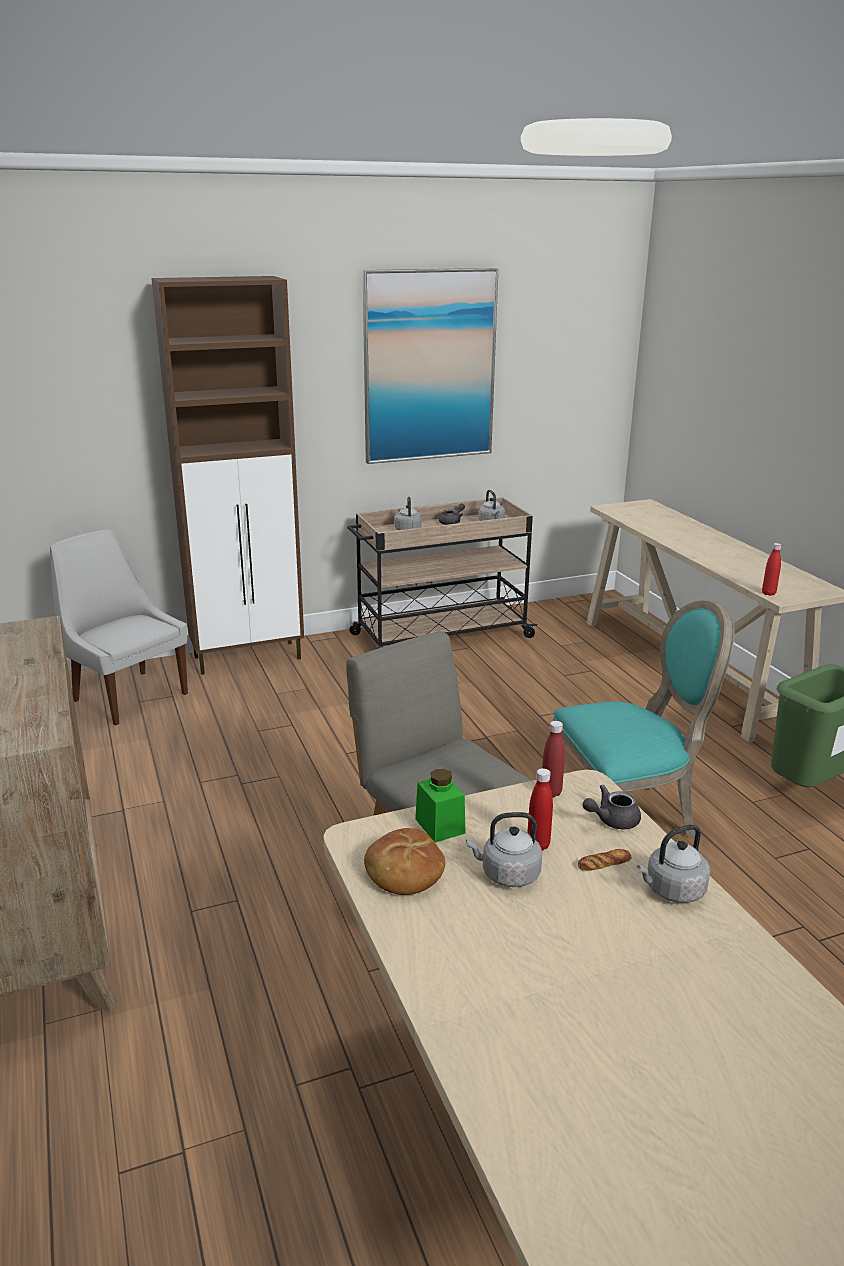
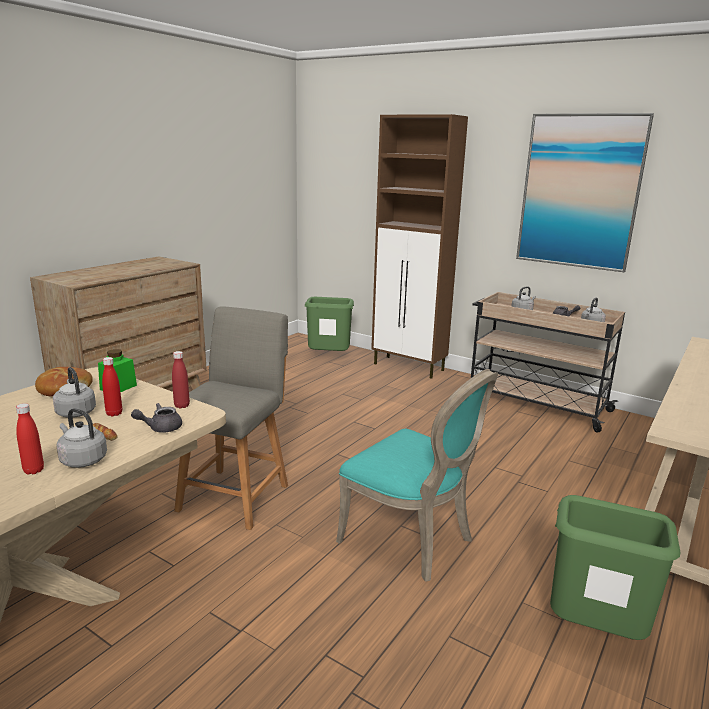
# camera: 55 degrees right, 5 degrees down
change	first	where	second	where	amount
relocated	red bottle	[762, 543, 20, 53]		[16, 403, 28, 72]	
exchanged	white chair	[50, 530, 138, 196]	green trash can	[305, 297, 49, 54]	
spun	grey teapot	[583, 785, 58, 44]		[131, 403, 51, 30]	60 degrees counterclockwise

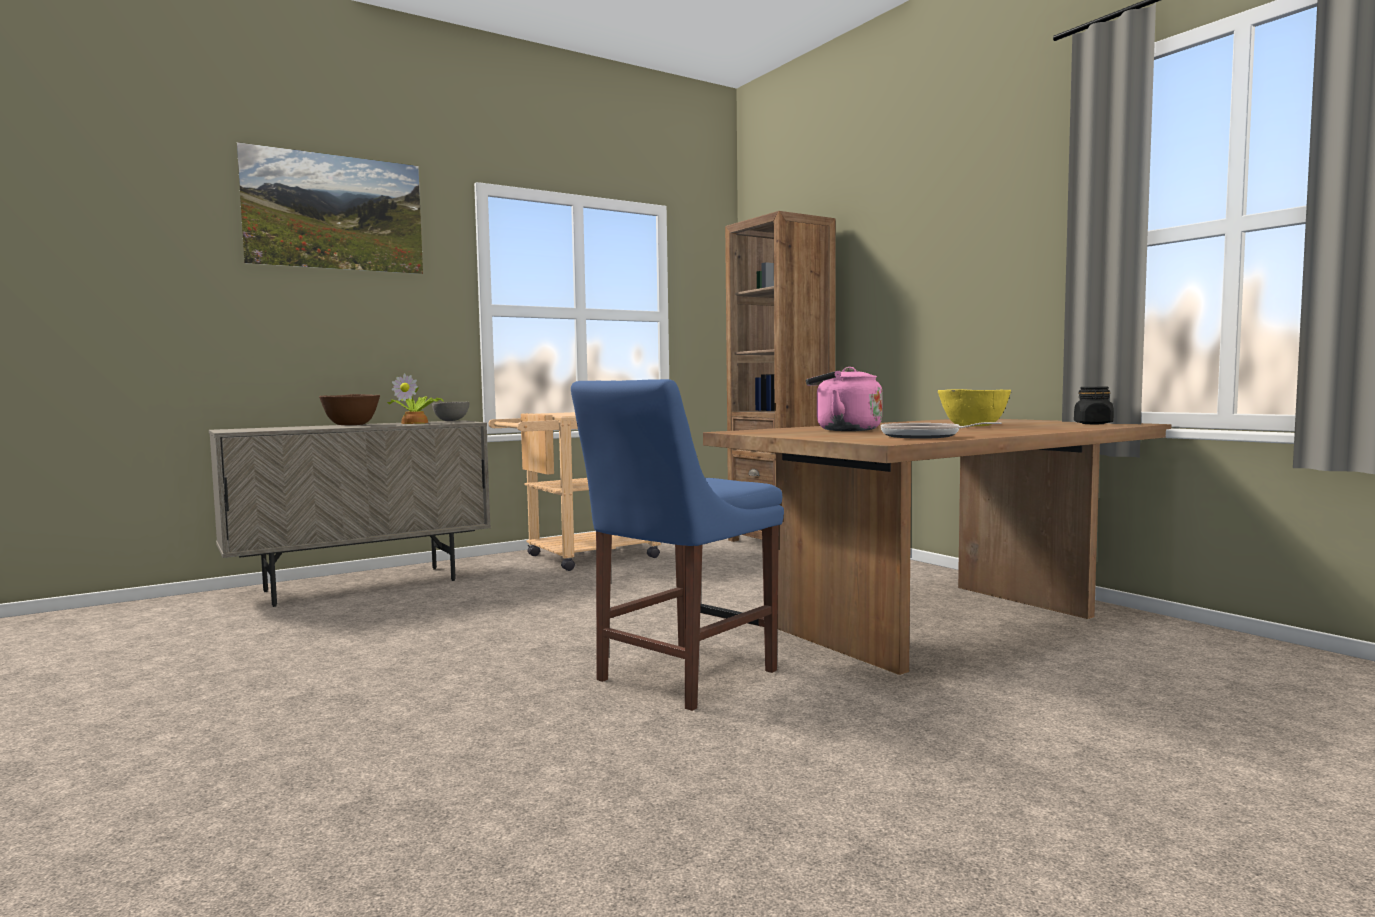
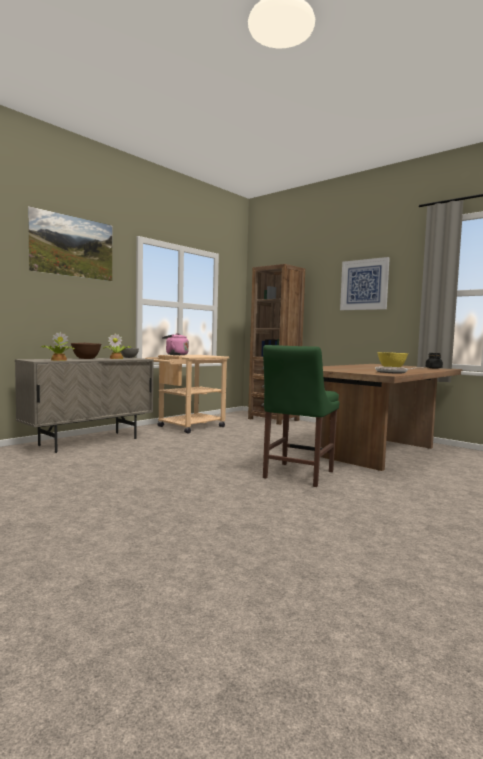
# camera: 15 degrees left, 0 degrees up
change	first	where	second	where	amount
appeared			potted plant	[40, 331, 34, 30]	
appeared			picture	[340, 257, 50, 53]	
relocated	pink kettle	[806, 367, 76, 64]		[162, 333, 27, 22]	
colour	blue chair	[571, 379, 213, 332]	green chair	[263, 345, 77, 142]	

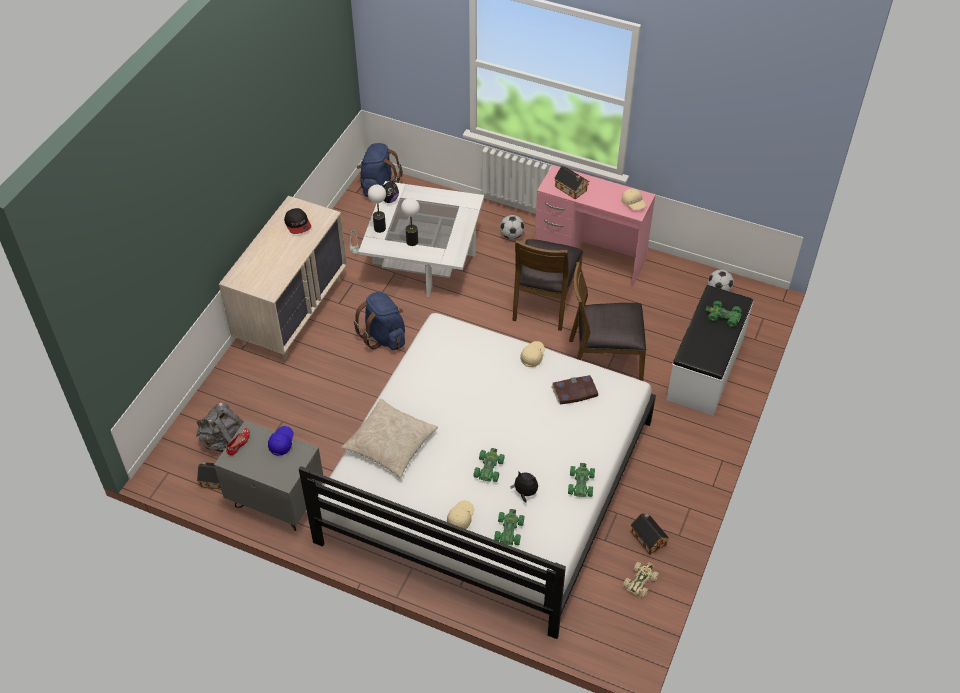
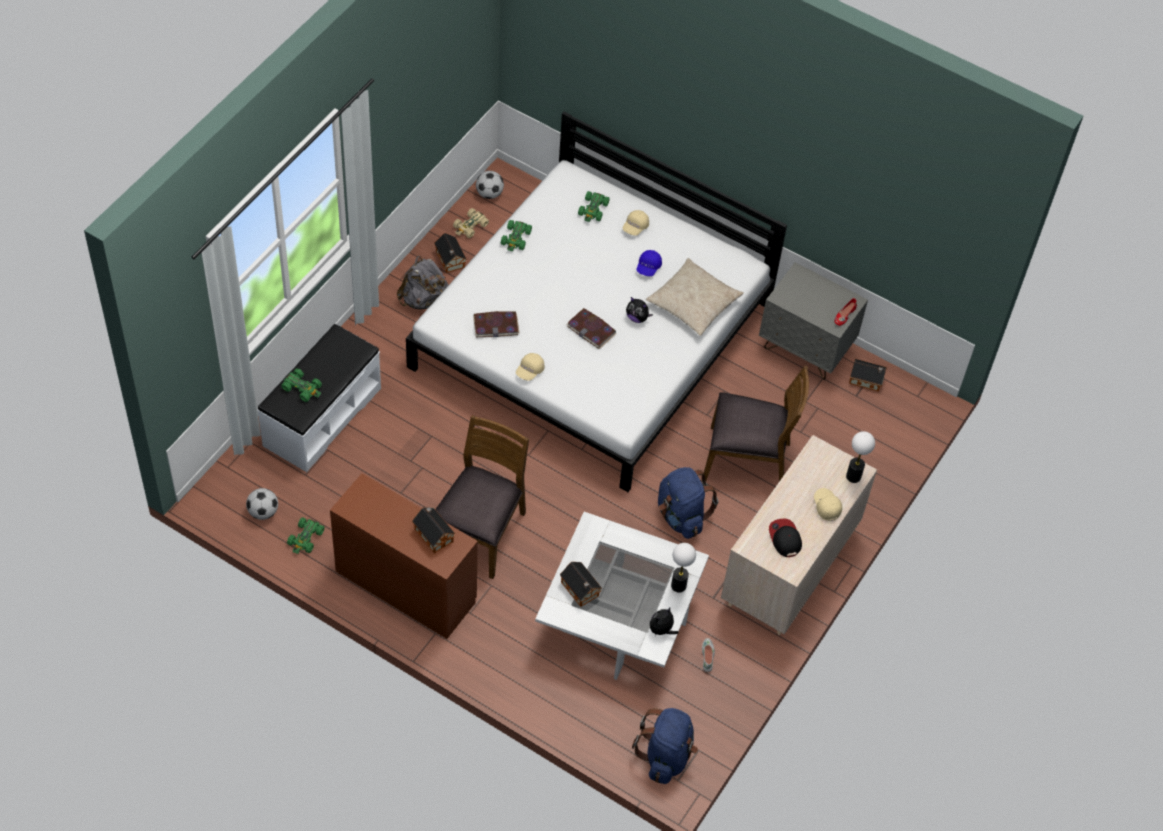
# camera: 175 degrees left, 5 degrees up
change	first	where	second	where	amount
appeared			toy house	[560, 562, 42, 45]	
appeared			book	[566, 308, 50, 41]	
relocated	grey backpack	[196, 403, 47, 49]		[397, 255, 52, 54]	
relocated	blue cap	[268, 426, 26, 30]		[637, 250, 25, 26]	
relocated	table lamp	[401, 198, 19, 48]		[846, 431, 29, 52]	
relocated	green toy car	[474, 448, 31, 34]		[287, 517, 37, 37]	
relocated	football	[500, 215, 24, 25]		[476, 171, 28, 28]	
relocated	plush toy	[510, 472, 28, 31]		[626, 297, 27, 26]	
relocated	brown chair	[569, 262, 77, 119]		[703, 366, 106, 115]	
relocated	beige cap	[621, 188, 25, 22]		[814, 488, 28, 33]	
colour	pink desk	[535, 165, 121, 122]	brown desk	[330, 473, 148, 166]	

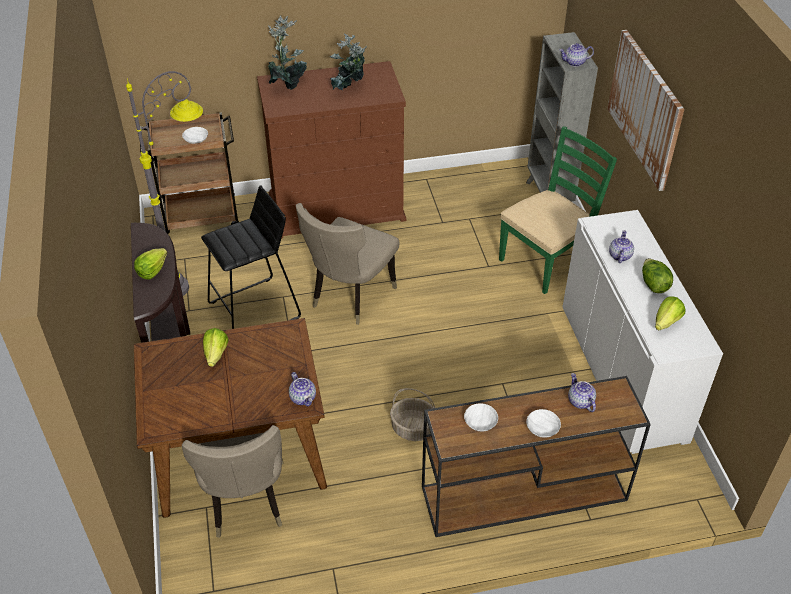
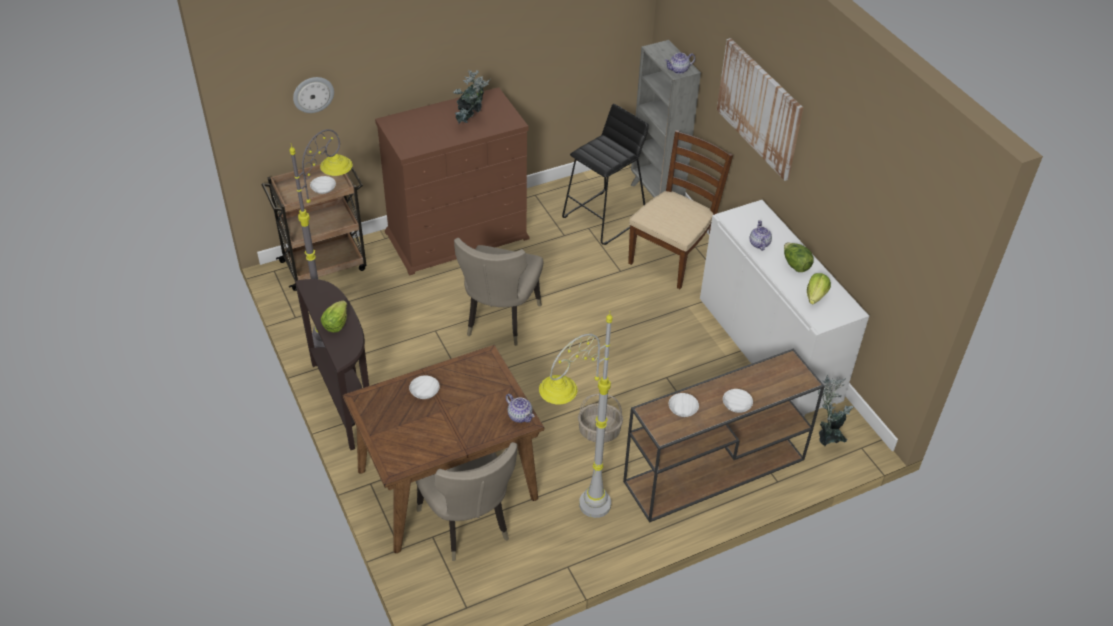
# camera: 15 degrees left, 0 degrees up
change	first	where	second	where	amount
missing	teapot	[568, 373, 28, 39]			
appeared			wall clock	[293, 77, 41, 36]	
appeared			grey floor lamp	[539, 311, 74, 207]	
relocated	black stool	[201, 185, 100, 144]		[562, 104, 87, 141]	
relocated	potted plant	[268, 15, 39, 75]		[817, 375, 37, 71]	
exchanged	lettuce	[203, 328, 25, 39]	white bowl	[409, 376, 31, 23]	
colour	green chair	[499, 126, 118, 168]	brown chair	[628, 130, 105, 159]	

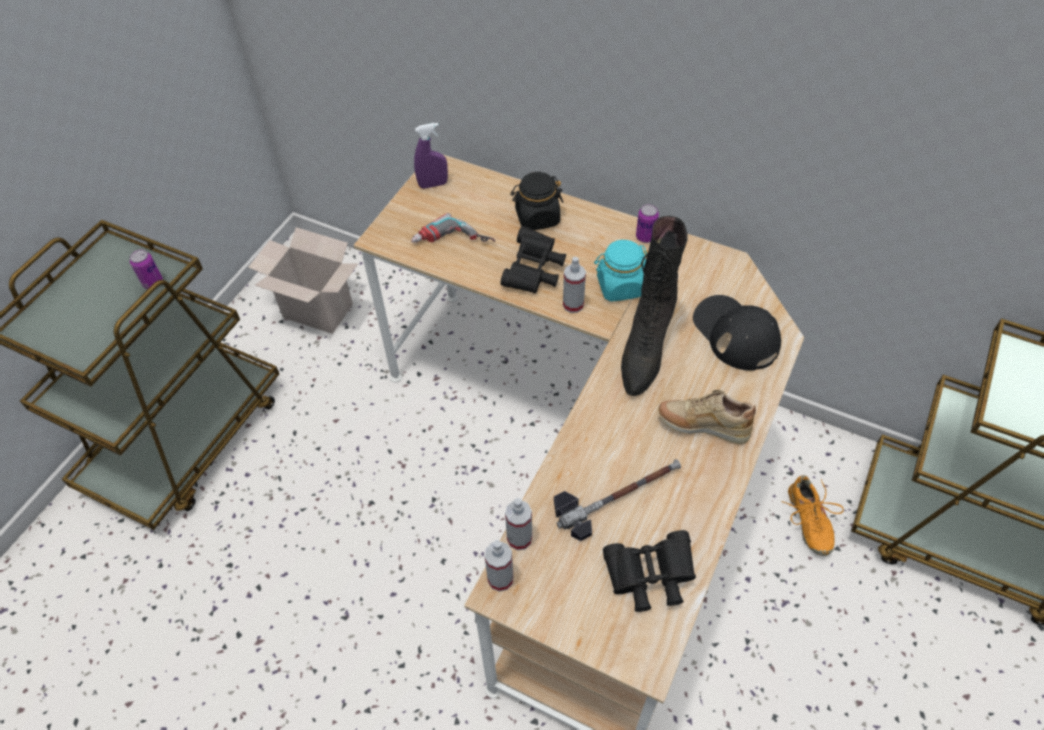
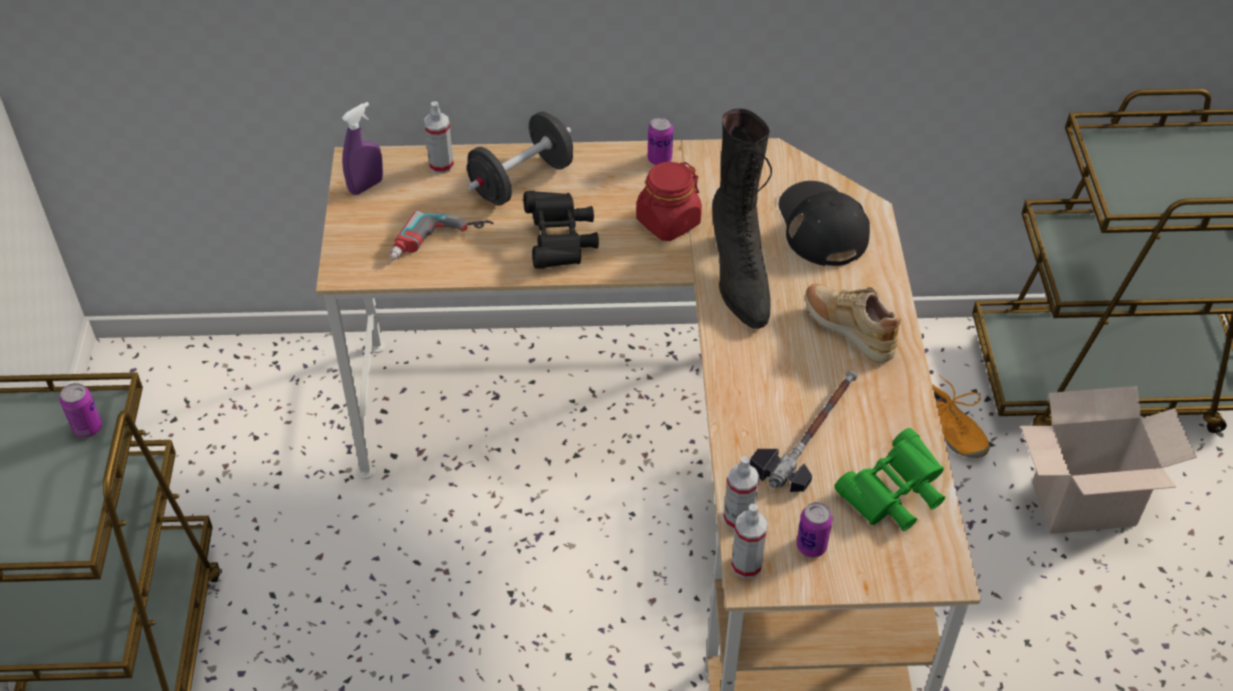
# camera: 30 degrees left, 5 degrees down
change	first	where	second	where	amount
appeared			can	[796, 502, 37, 55]	
relocated	cardboard box	[248, 227, 110, 107]		[1021, 386, 176, 148]	
relocated	spray bottle	[563, 257, 23, 56]		[424, 101, 30, 73]	
exchanged	black jar	[510, 172, 54, 58]	black dumbbell	[467, 111, 106, 94]	
colour	turquoise jar	[594, 240, 54, 62]	red jar	[636, 162, 66, 79]	
colour	black binoculars	[603, 530, 93, 82]	green binoculars	[835, 428, 110, 103]	
spun	beige shoe	[658, 389, 98, 55]		[805, 284, 95, 79]	60 degrees clockwise
spun	black cap	[693, 295, 88, 76]		[779, 181, 91, 85]	45 degrees clockwise

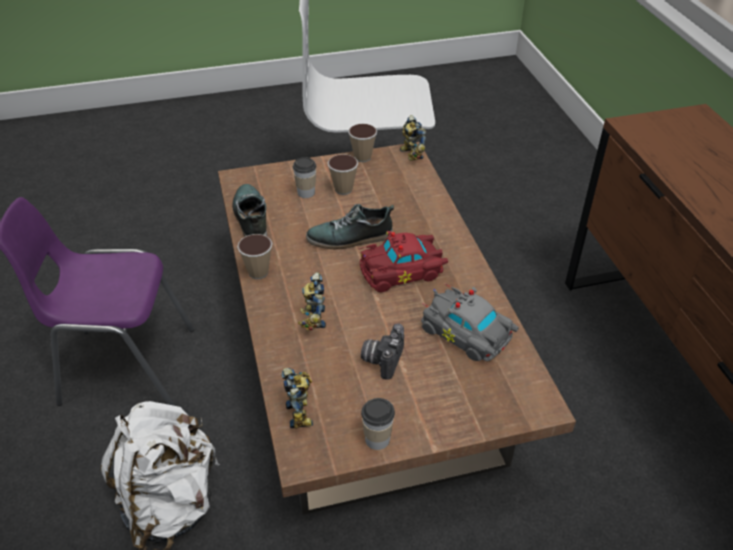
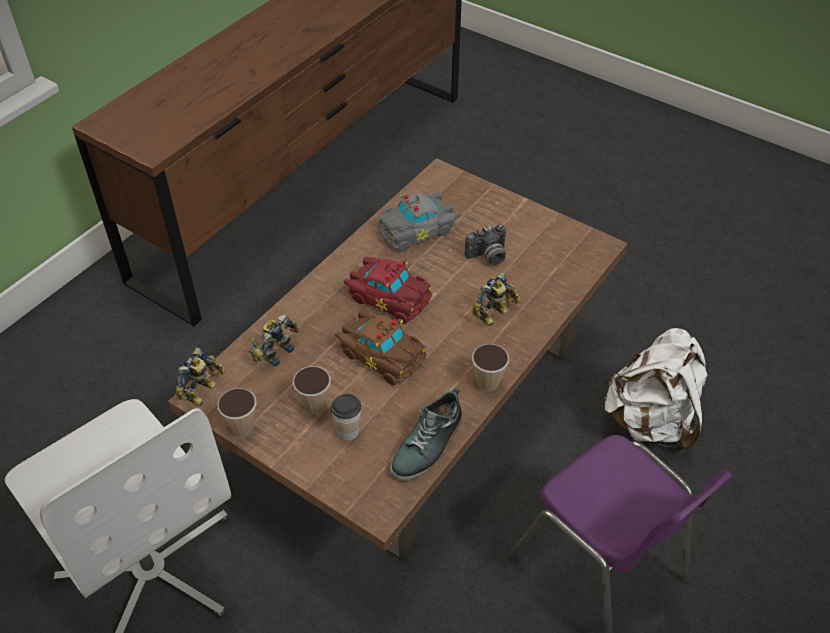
# camera: 130 degrees left, 5 degrees up
change	first	where	second	where	amount
missing	cup	[361, 398, 34, 52]			
relocated	toy robot	[282, 368, 31, 61]		[248, 314, 51, 52]	
exchanged	shoe	[306, 204, 88, 46]	brown toy car	[335, 309, 92, 76]	
spun	grey toy car	[421, 283, 98, 78]		[376, 192, 83, 60]	60 degrees clockwise

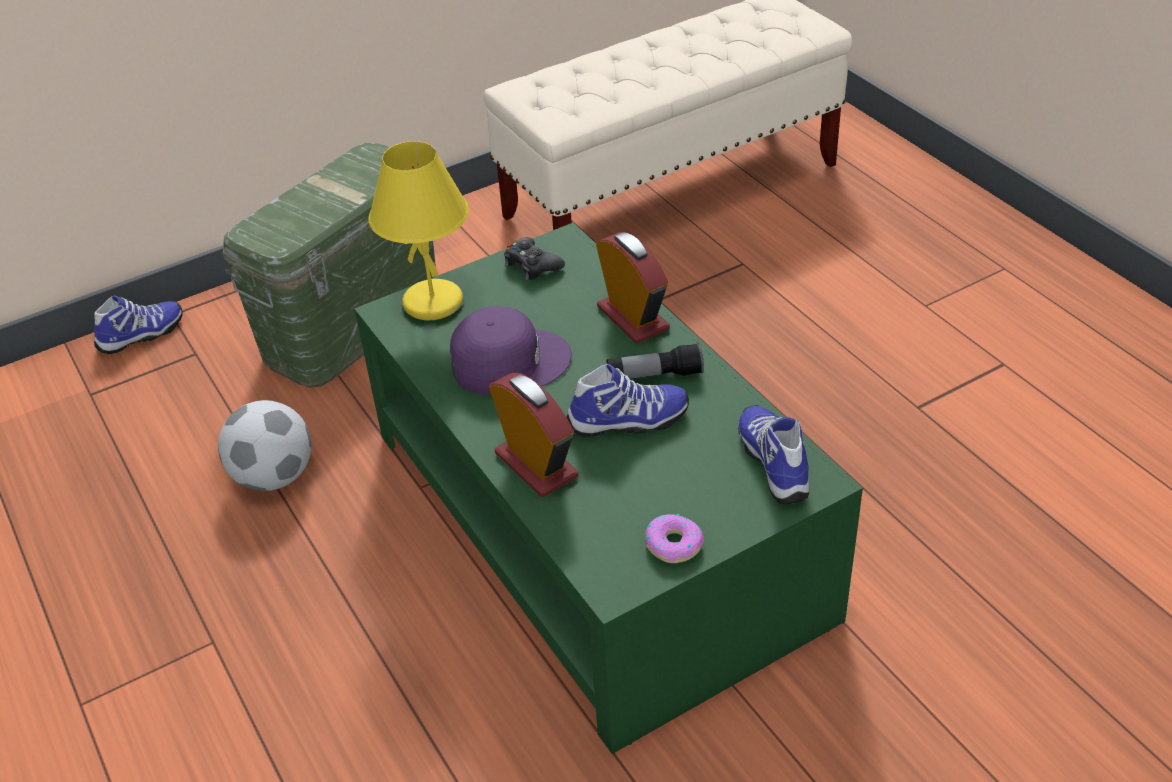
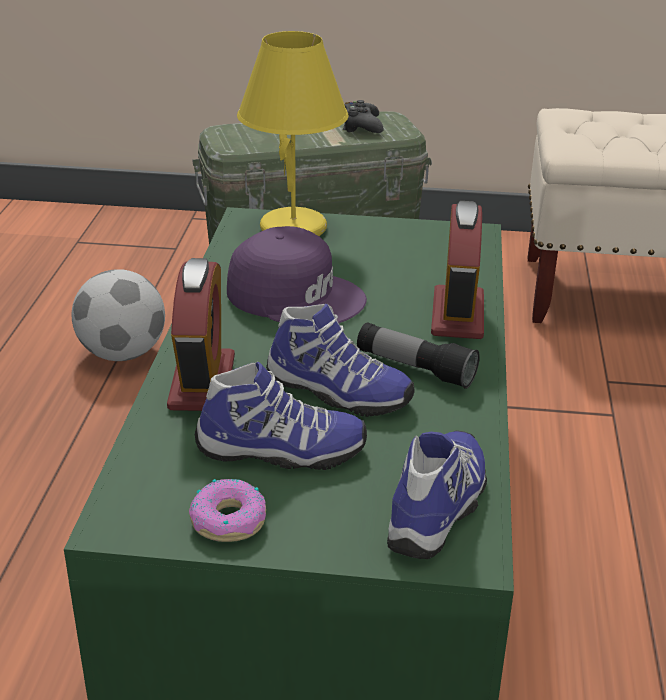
# camera: 35 degrees right, 10 degrees down
change	first	where	second	where	amount
relocated	shoe	[94, 296, 89, 58]		[195, 362, 172, 108]	
relocated	black game controller	[504, 237, 61, 43]		[343, 100, 41, 33]	

